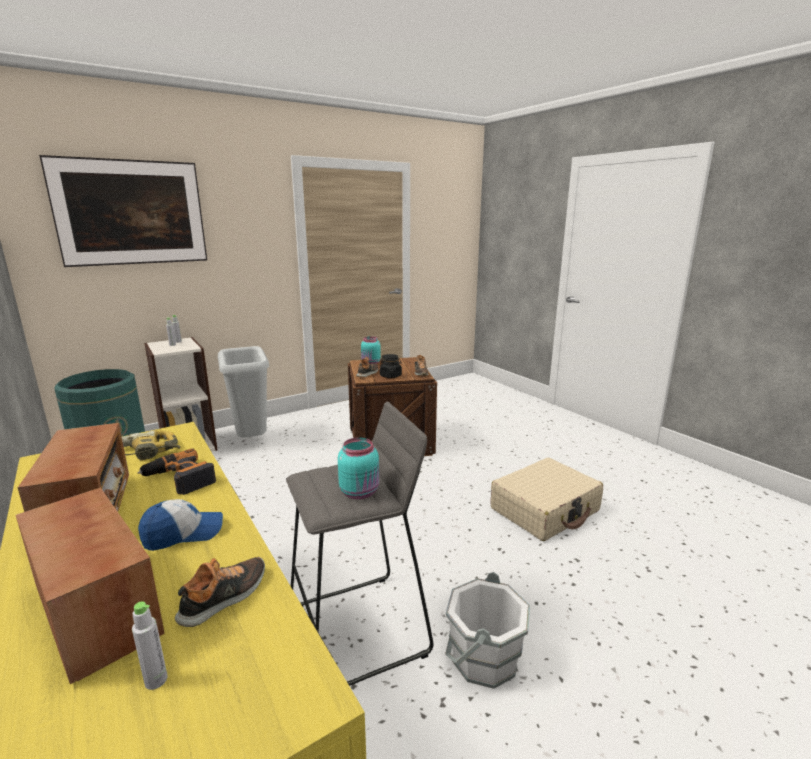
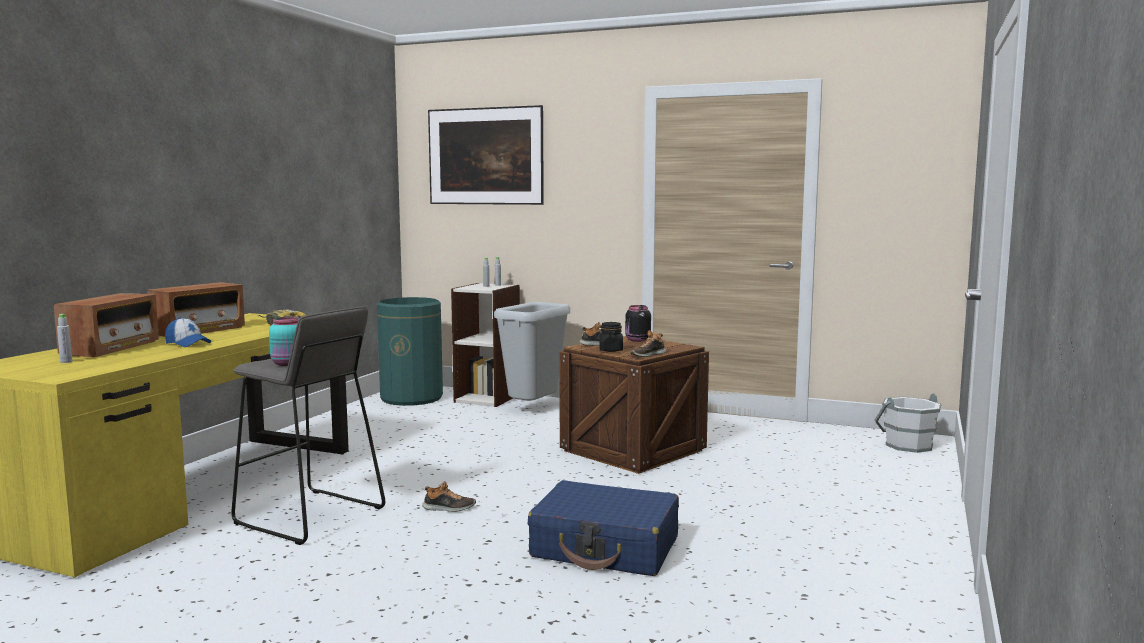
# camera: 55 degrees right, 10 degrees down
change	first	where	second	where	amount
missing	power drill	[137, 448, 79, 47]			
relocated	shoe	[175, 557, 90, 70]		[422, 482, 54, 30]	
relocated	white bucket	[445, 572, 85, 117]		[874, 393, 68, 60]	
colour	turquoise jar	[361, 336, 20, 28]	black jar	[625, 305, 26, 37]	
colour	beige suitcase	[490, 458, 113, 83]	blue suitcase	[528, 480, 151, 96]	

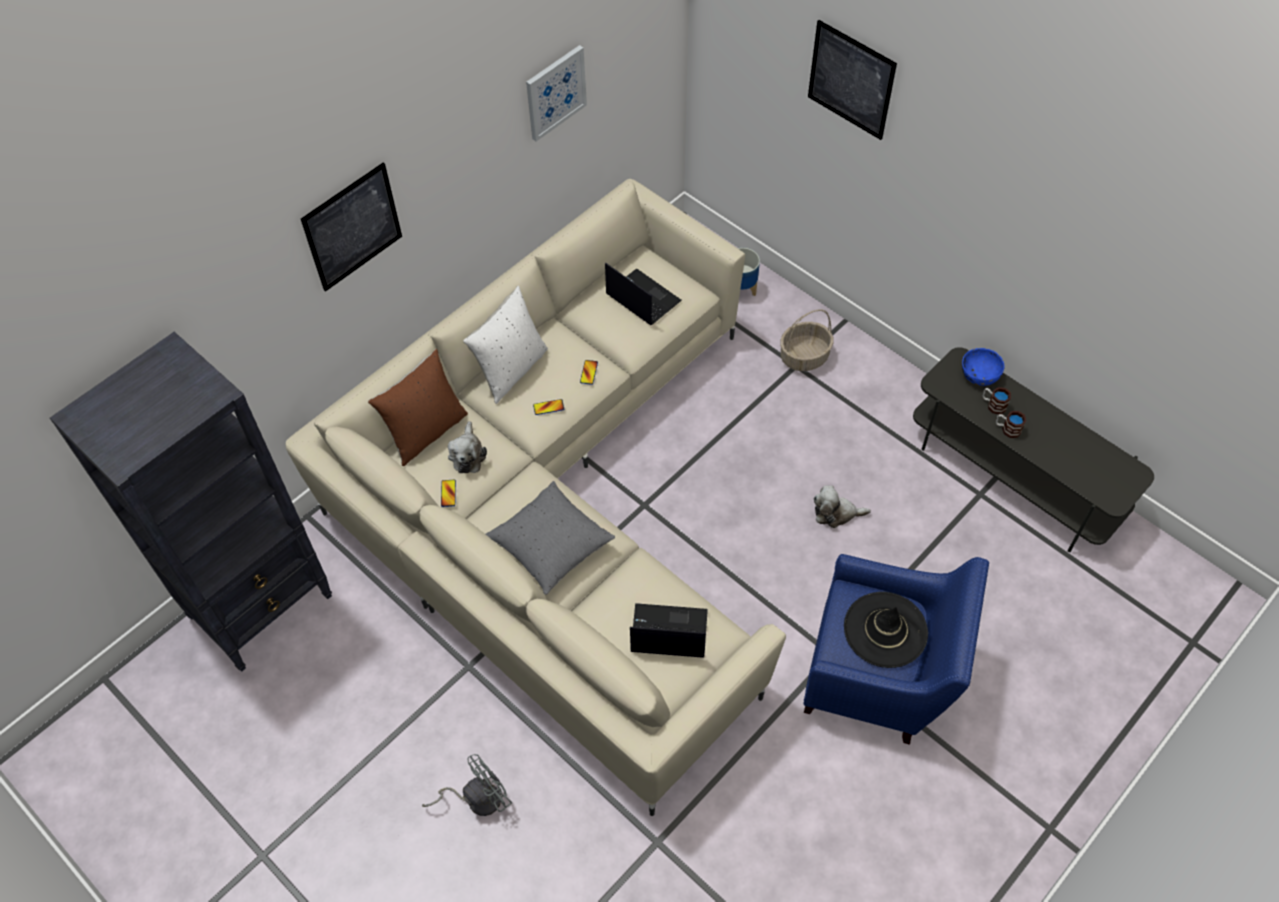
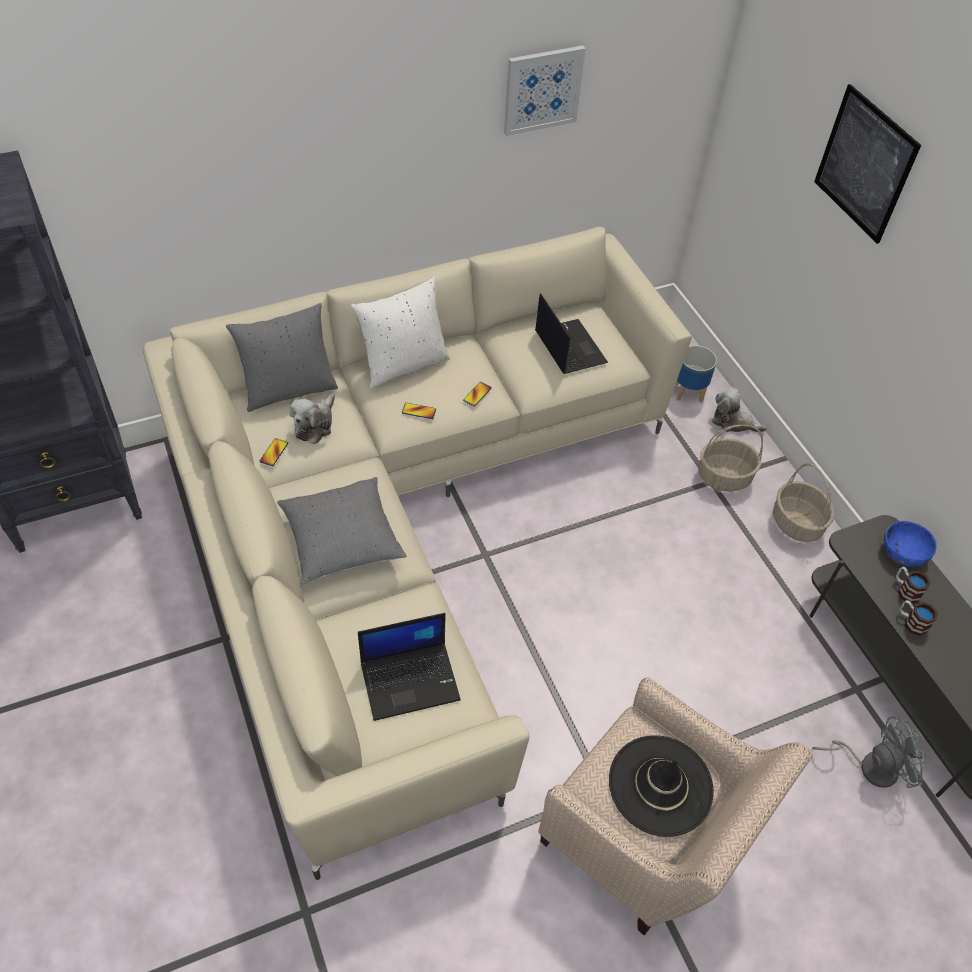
# camera: 20 degrees right, 5 degrees down
change	first	where	second	where	amount
missing	picture	[301, 163, 101, 129]			
appeared			basket	[773, 463, 61, 79]	
relocated	grey fan	[422, 754, 90, 62]		[812, 716, 117, 72]	
relocated	plush toy	[814, 485, 57, 43]		[712, 387, 55, 45]	
colour	brown pillow	[368, 349, 100, 117]	grey pillow	[226, 303, 112, 109]	
colour	blue armchair	[803, 554, 186, 191]	beige armchair	[538, 677, 275, 259]	
spun	laptop	[630, 603, 78, 55]		[358, 613, 103, 108]	135 degrees clockwise

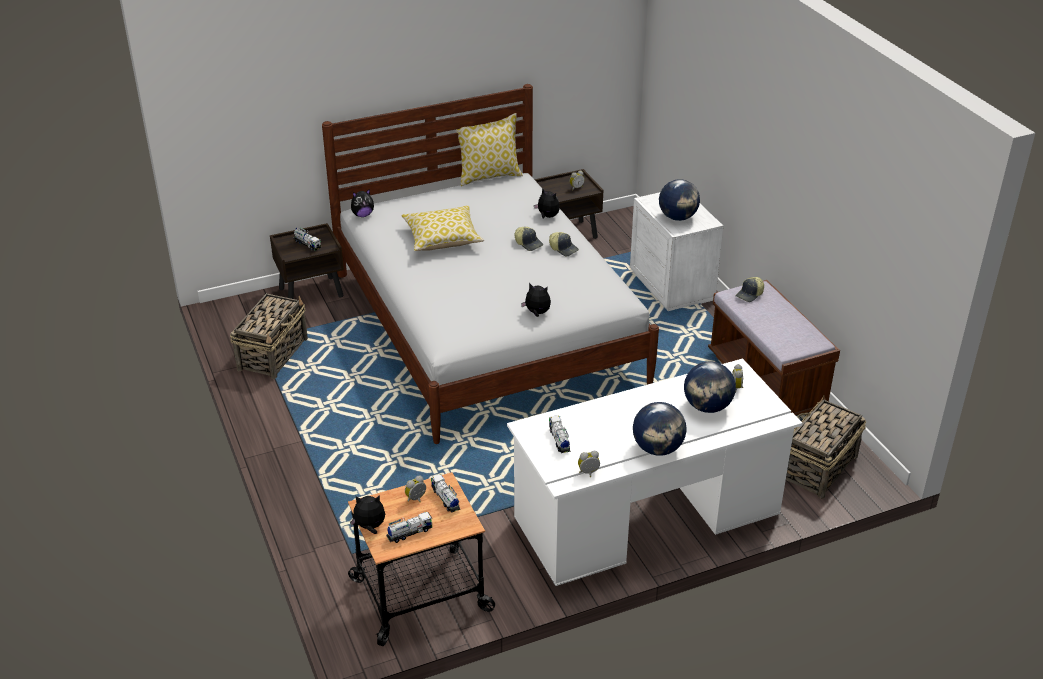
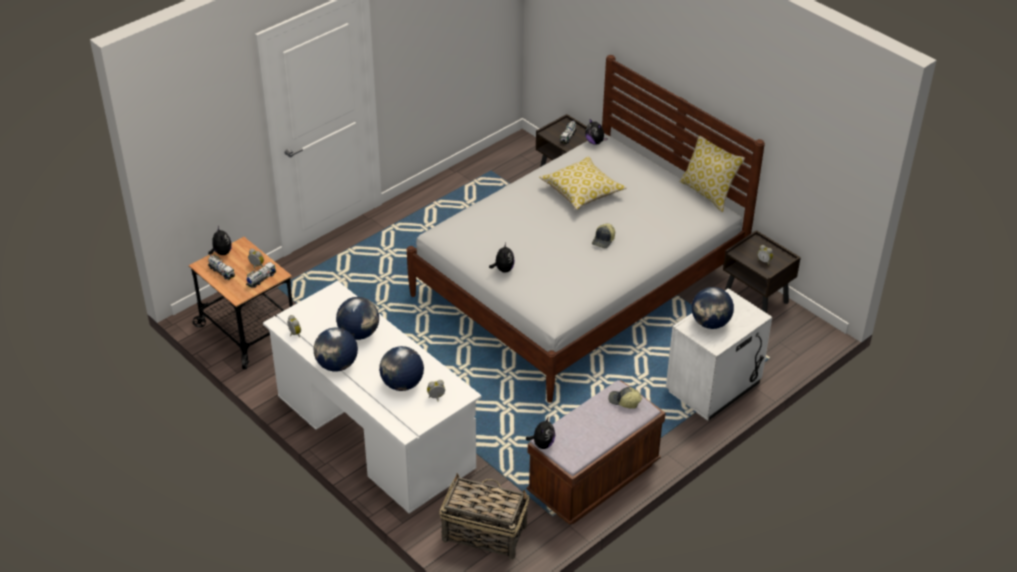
# camera: 70 degrees right, 5 degrees up
change	first	where	second	where	amount
missing	basket	[230, 293, 78, 86]			
missing	cap	[549, 232, 30, 24]			
missing	toy truck	[549, 415, 21, 38]			
appeared			globe	[336, 297, 43, 43]	
relocated	plush toy	[534, 188, 26, 30]		[526, 416, 29, 33]	

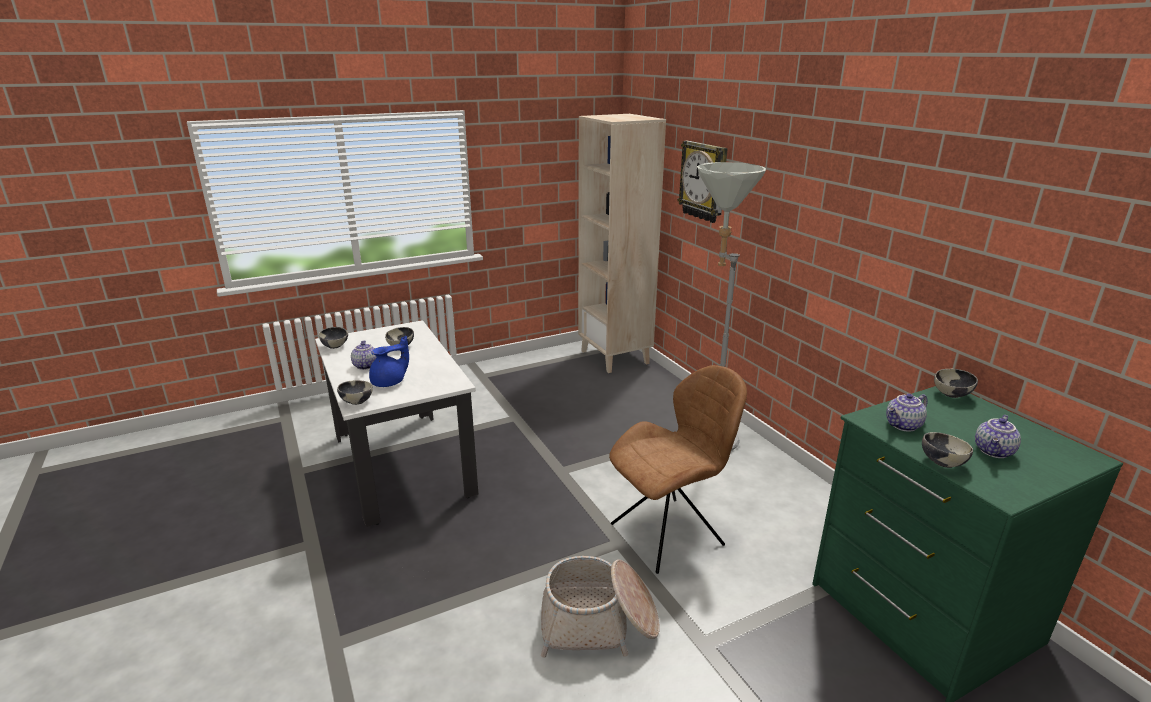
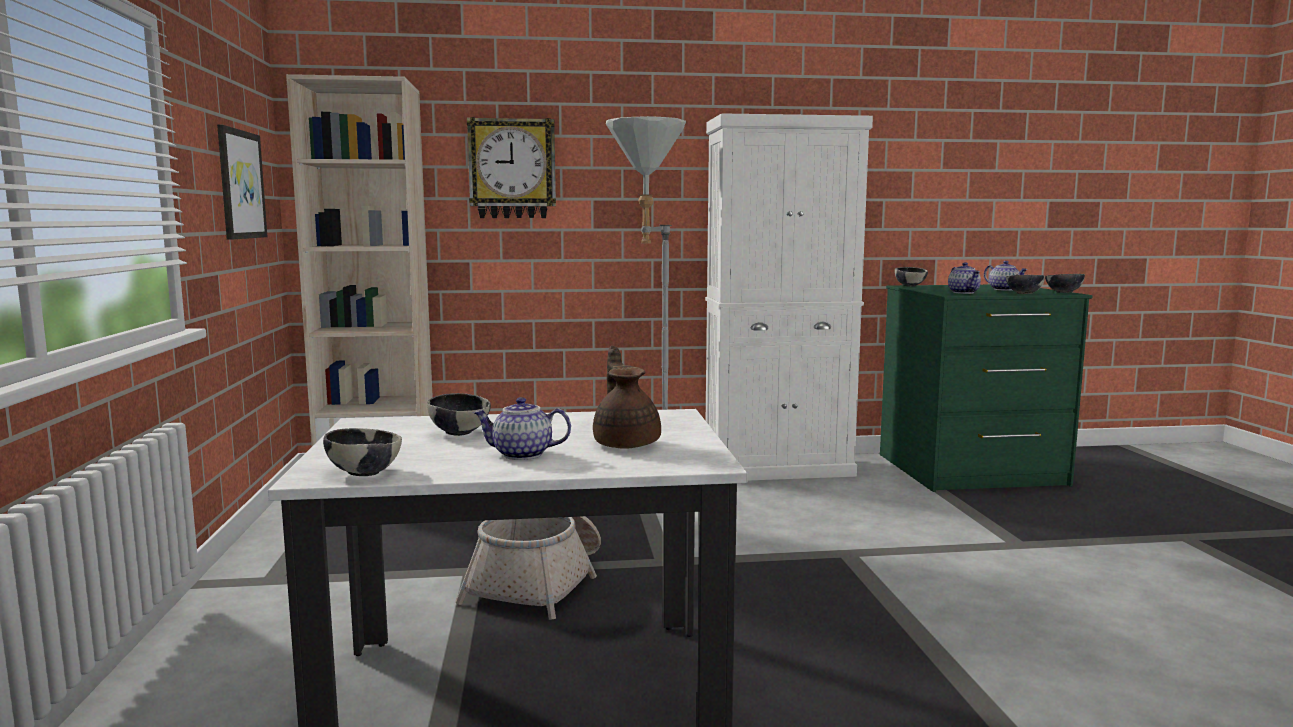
# camera: 70 degrees left, 15 degrees down
change	first	where	second	where	amount
missing	brown chair	[609, 365, 138, 209]			
appeared			picture	[217, 125, 50, 115]	
appeared			white cabinet	[705, 113, 168, 368]	
relocated	bowl	[337, 380, 36, 25]		[1045, 274, 40, 19]	
relocated	basket	[541, 556, 119, 102]		[455, 516, 146, 104]	
colour	blue teapot	[369, 336, 40, 51]	brown teapot	[593, 345, 68, 104]	

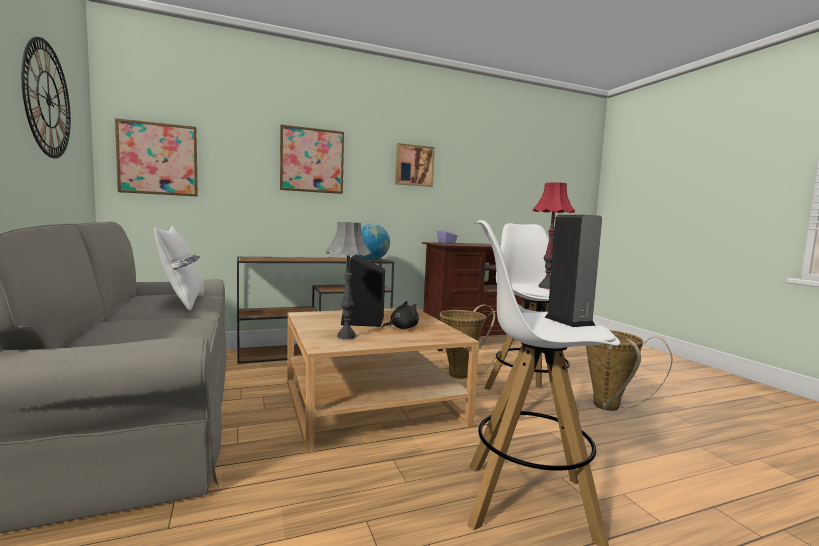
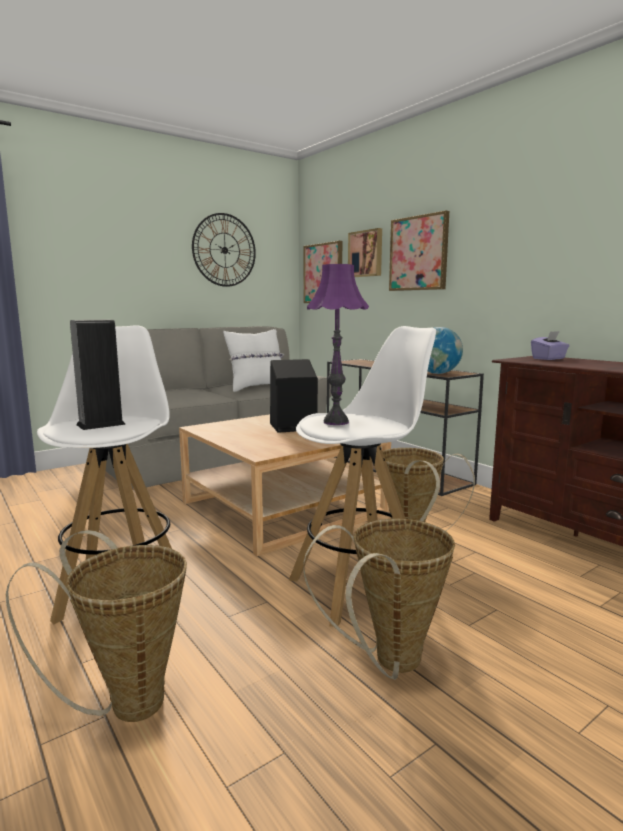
# camera: 75 degrees right, 5 degrees up
change	first	where	second	where	amount
missing	grey table lamp	[325, 222, 46, 118]			
missing	black plush toy	[382, 301, 37, 28]			
appeared			basket	[6, 530, 181, 192]	
relocated	picture	[395, 143, 40, 44]		[348, 228, 34, 49]	
colour	red table lamp	[532, 182, 43, 107]	purple table lamp	[307, 264, 62, 161]	

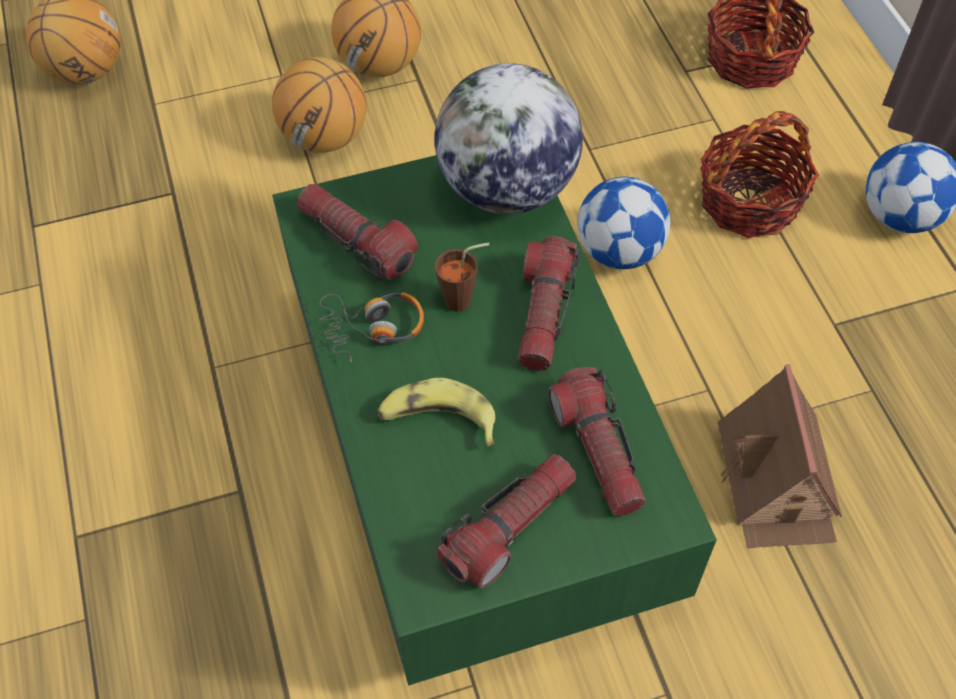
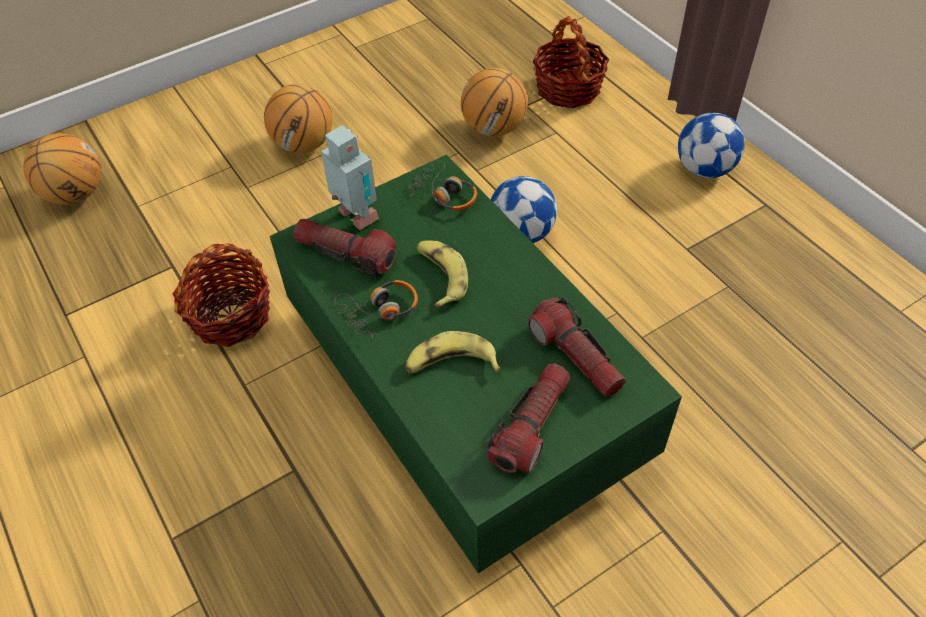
# camera: 15 degrees left, 5 degrees down
change	first	where	second	where	amount
missing	flashlight	[518, 236, 62, 135]			
missing	toy house	[718, 364, 124, 184]			
appeared			toy robot	[321, 125, 58, 105]	
relocated	basketball	[272, 57, 95, 96]		[461, 68, 67, 68]	
relocated	basket	[700, 111, 119, 127]		[173, 243, 97, 104]	
exchanged	globe	[435, 63, 148, 151]	headphones	[409, 160, 68, 51]	
exchanged	brown cup	[435, 243, 54, 69]	banana	[416, 241, 52, 67]	

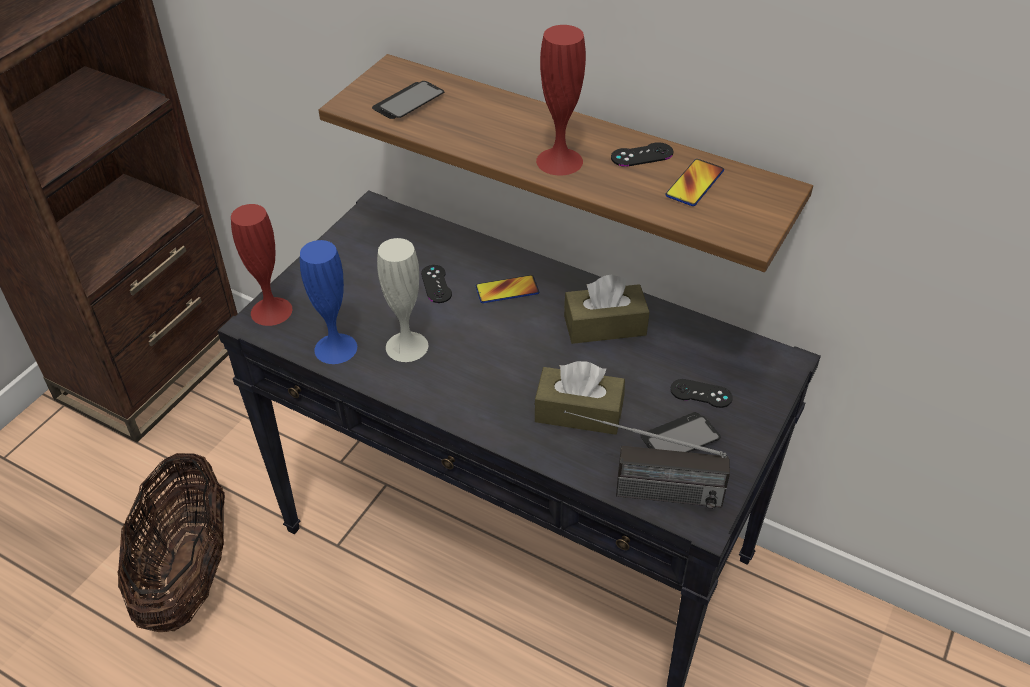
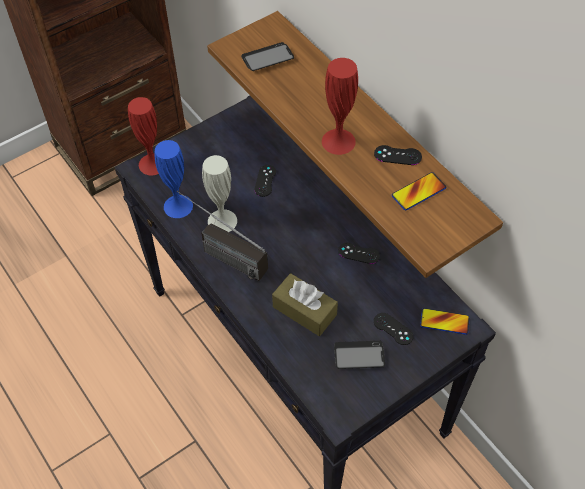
# camera: 25 degrees right, 10 degrees up
change	first	where	second	where	amount
missing	basket	[117, 453, 108, 179]			
relocated	phone	[476, 275, 63, 28]		[420, 308, 50, 27]	
relocated	radio	[564, 410, 166, 99]		[177, 190, 91, 91]	
exchanged	brown tissue box	[564, 274, 86, 70]	black game controller	[338, 243, 42, 21]	

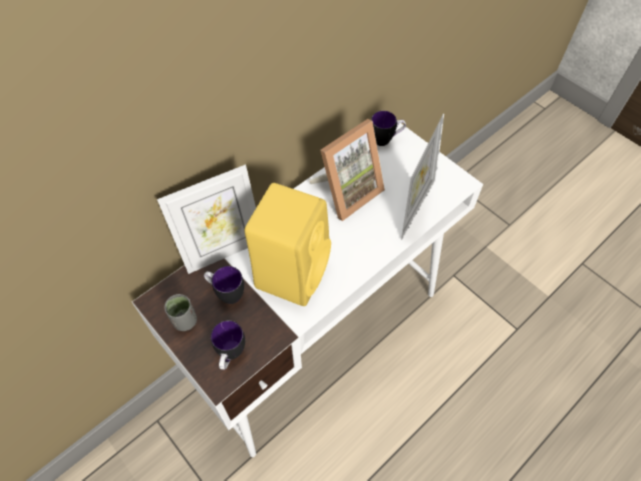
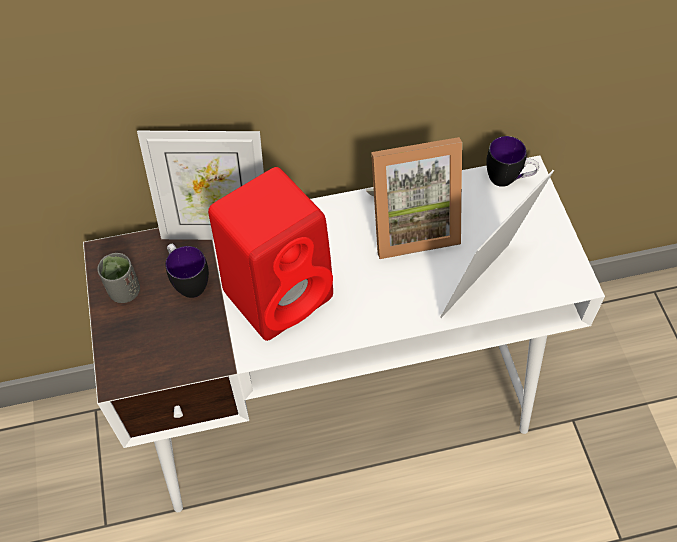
# camera: 30 degrees right, 0 degrees up
change	first	where	second	where	amount
missing	mug	[211, 321, 34, 49]			
colour	yellow speaker	[245, 183, 86, 123]	red speaker	[208, 167, 125, 174]	

